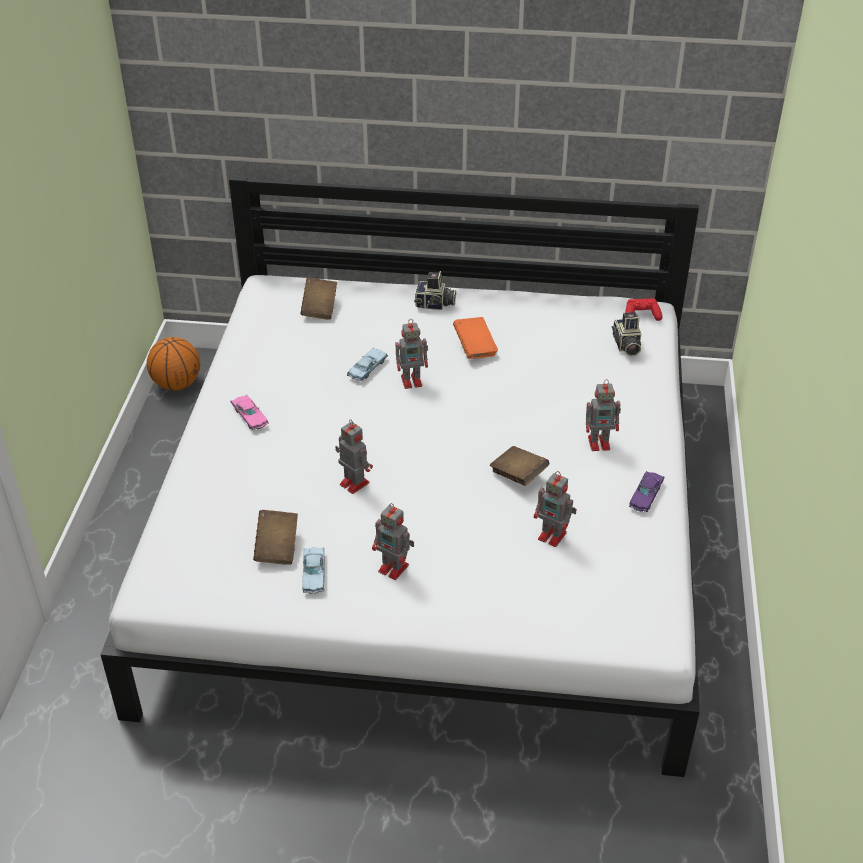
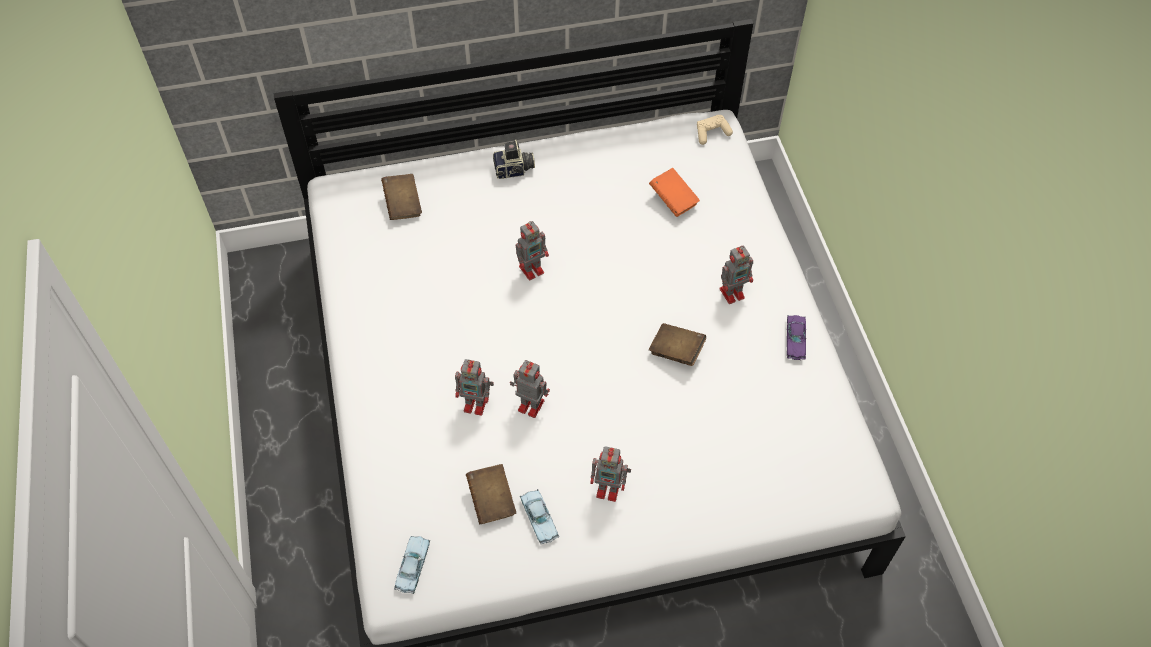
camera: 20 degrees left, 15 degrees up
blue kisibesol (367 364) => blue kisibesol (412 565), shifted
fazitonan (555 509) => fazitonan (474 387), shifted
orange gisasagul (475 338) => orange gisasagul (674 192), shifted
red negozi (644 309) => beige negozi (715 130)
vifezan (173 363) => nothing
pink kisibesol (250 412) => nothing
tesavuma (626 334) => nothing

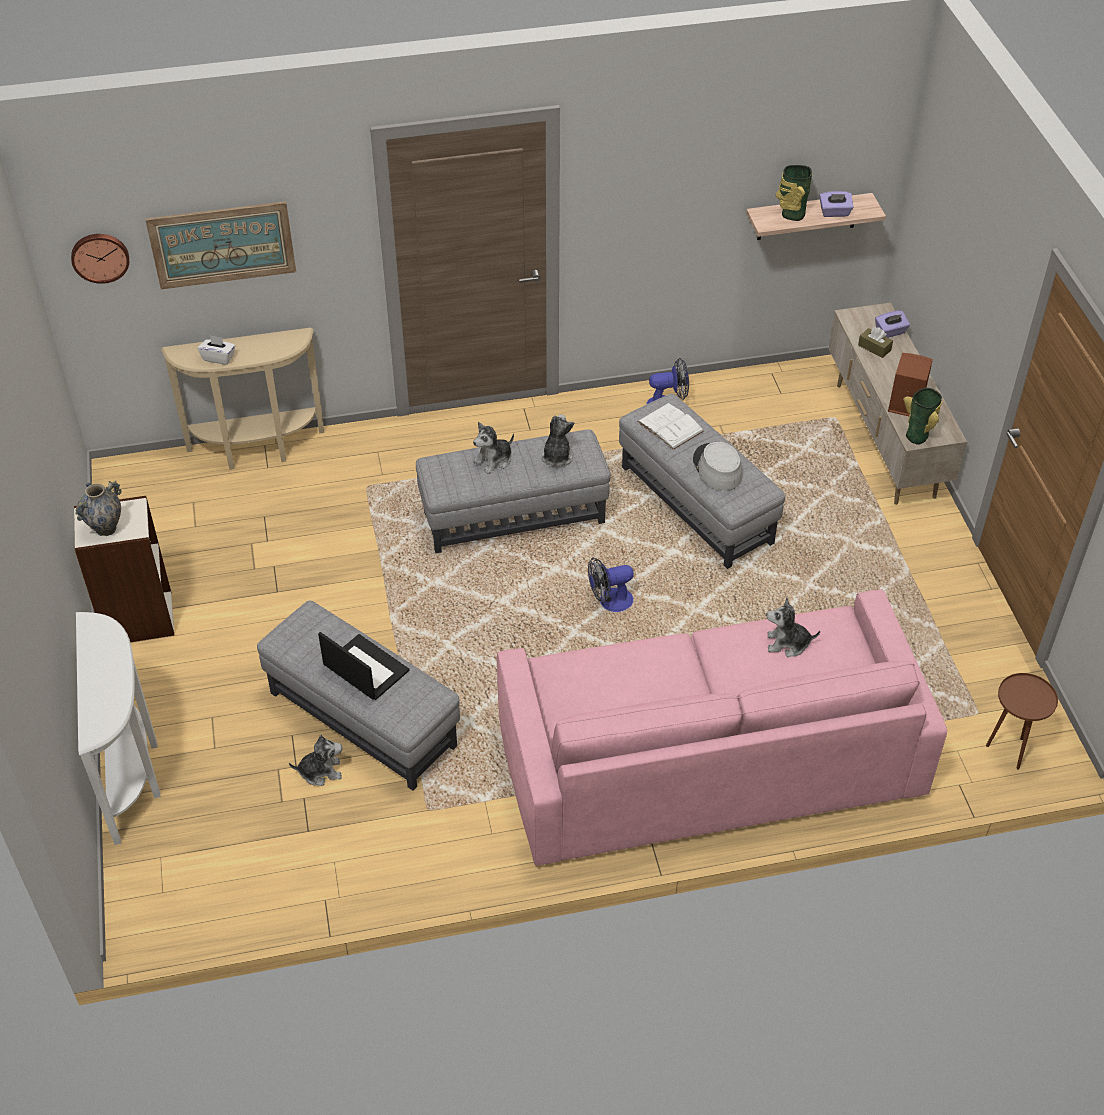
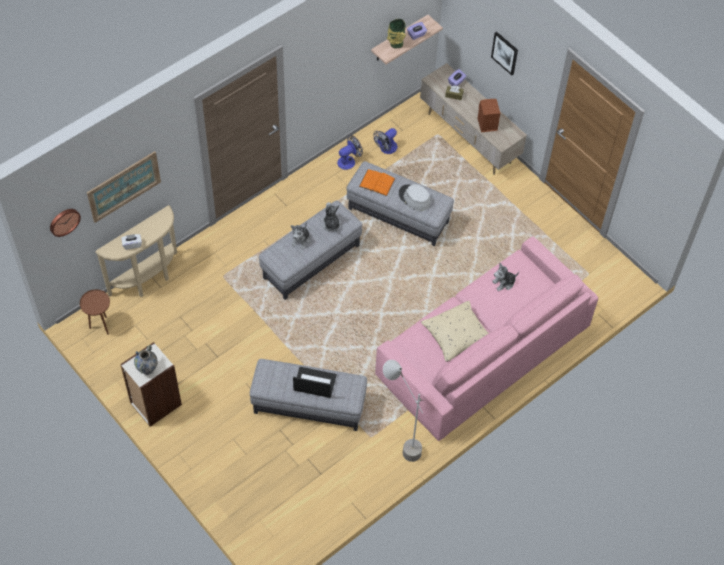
camera: 30 degrees left, 10 degrees up
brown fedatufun (1022 721) => brown fedatufun (95 312), shifted
white gisasagul (670 426) => orange gisasagul (377 182)
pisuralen (611 584) => pisuralen (385 141), shifted
nothing => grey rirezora (403 411)
nothing => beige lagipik (455 331)
nothing => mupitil (504 53)
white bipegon (118 728) => nothing
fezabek (315 760) => nothing
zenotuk (922 416) => nothing

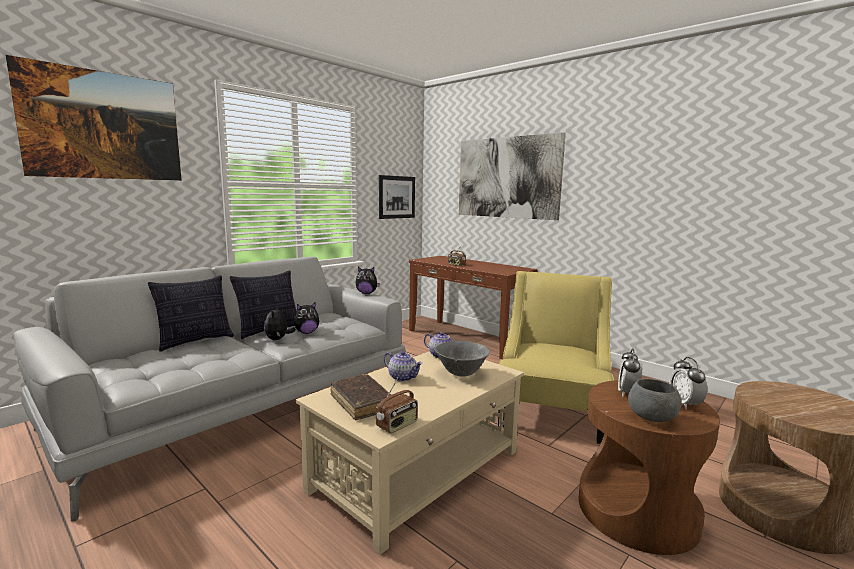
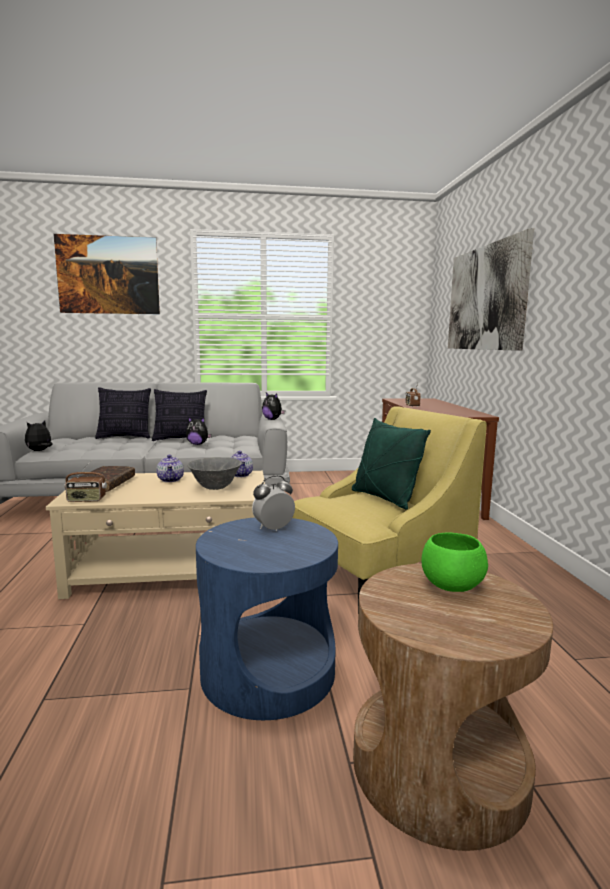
camera: 40 degrees right, 0 degrees up
fezabek (280 323) => fezabek (39 435), shifted
brown fedatufun (649 467) => blue fedatufun (267 618)
nothing => green lagipik (391 464)
nothing => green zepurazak (454 562)
mupitil (397 197) => nothing
grey zepurazak (654 400) => nothing
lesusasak (688 383) => nothing

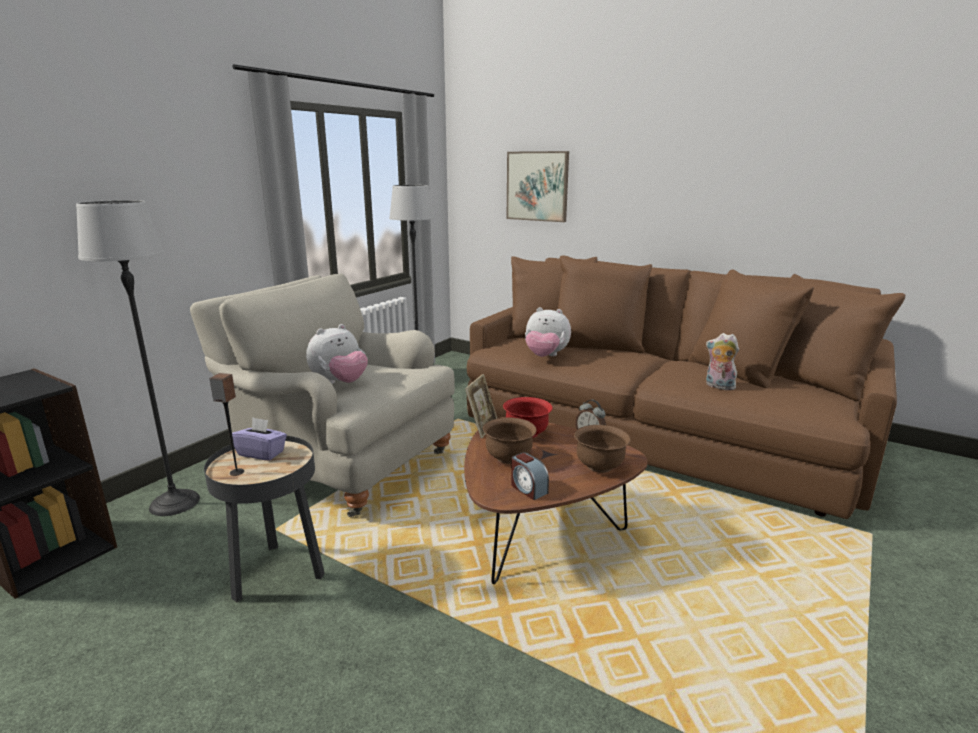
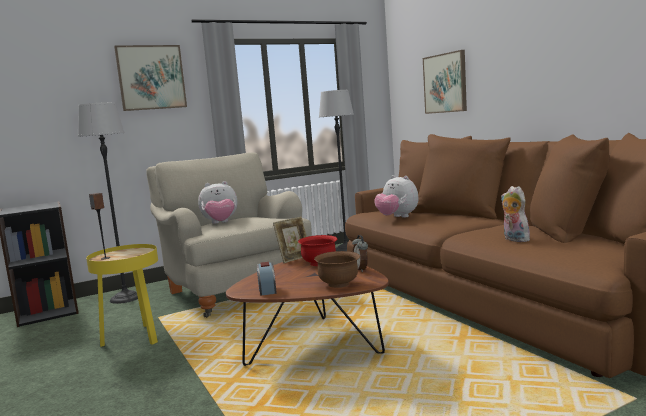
camera: 30 degrees right, 10 degrees down
black fedatufun (264 519) => yellow fedatufun (122 295)
nothing => mupitil (150 78)
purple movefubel (259 439) => nothing
brown zepurazak (510 440) => nothing

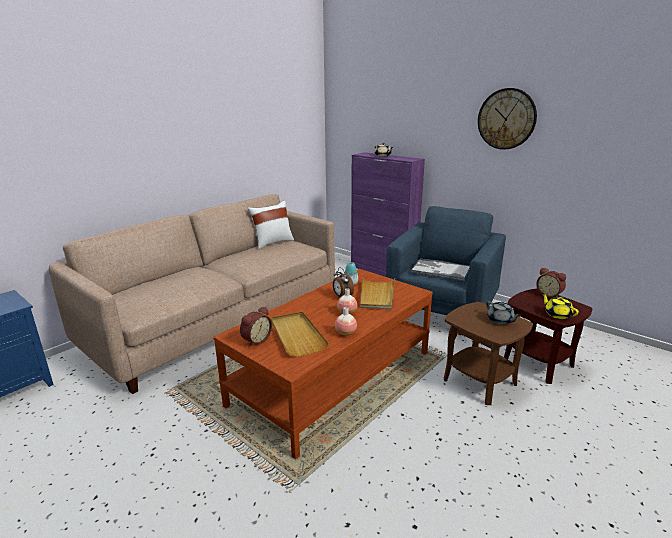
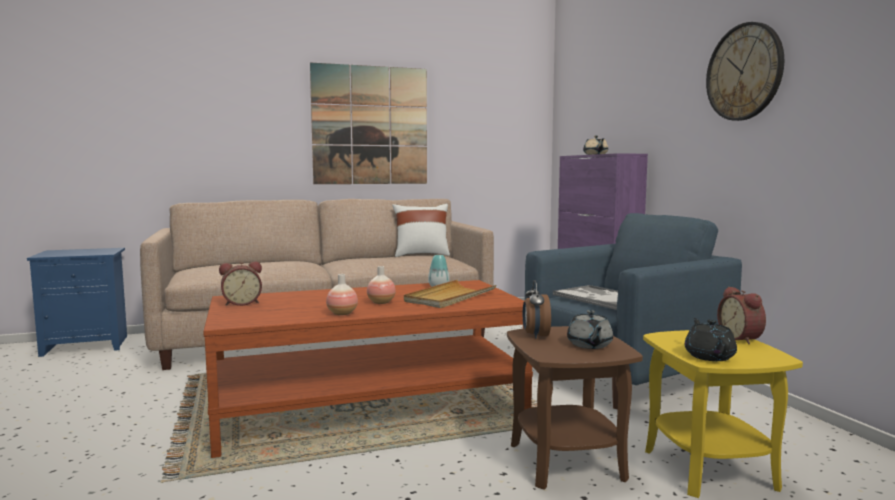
camera: 30 degrees right, 15 degrees down
nothing => mupitil (368 123)
lesusasak (343 282) => lesusasak (537 309), shifted
brown fedatufun (548 336) => yellow fedatufun (723 414)
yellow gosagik (560 306) => black gosagik (711 339)
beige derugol (300 334) => nothing

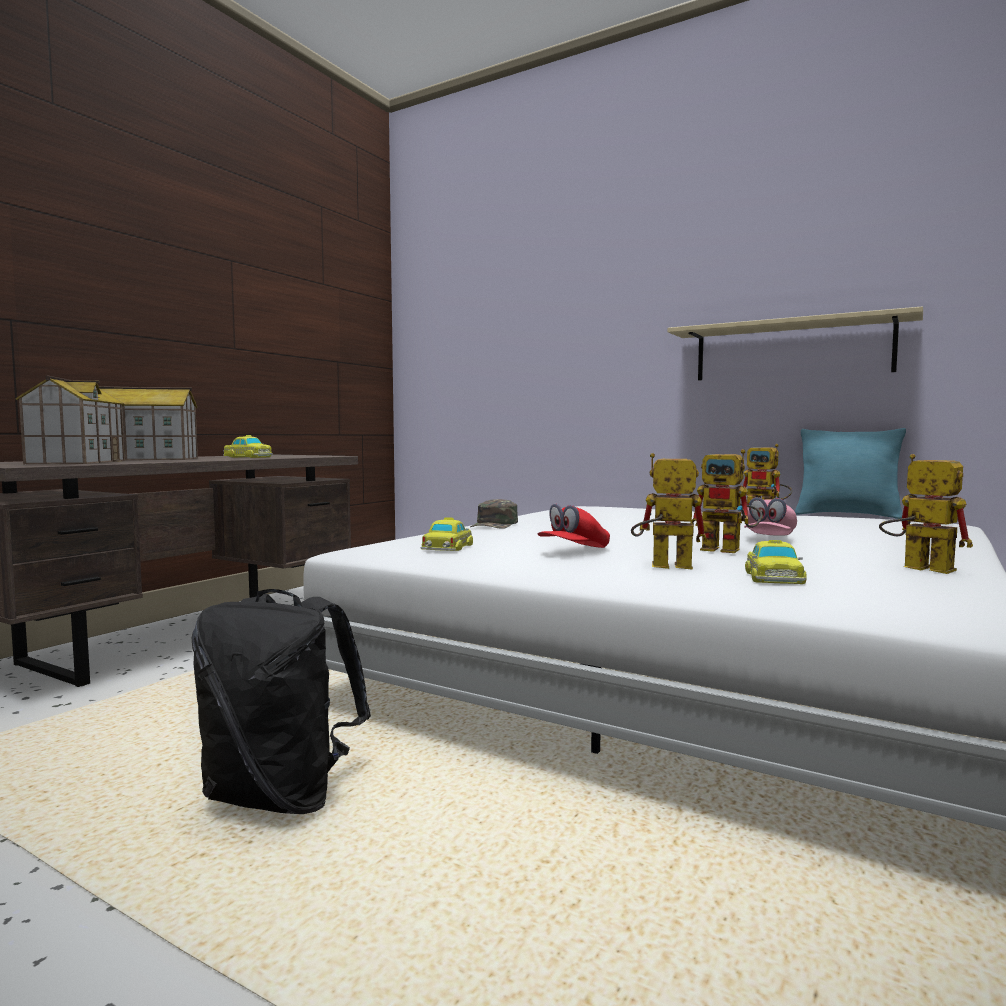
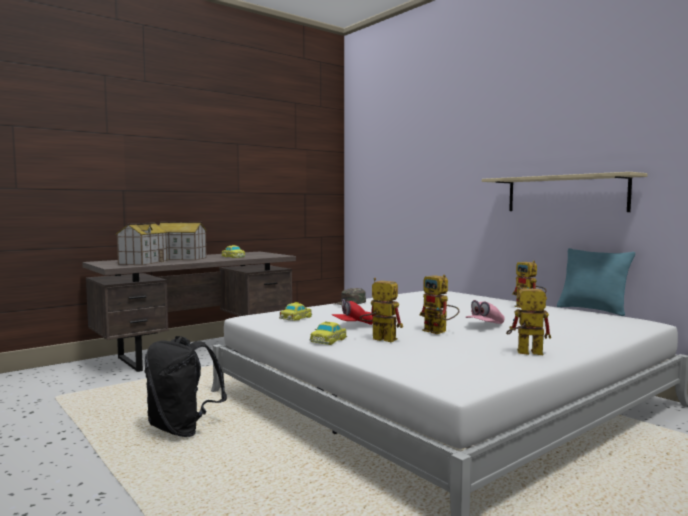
camera: 20 degrees right, 0 degrees up
kisibesol (776 562) => kisibesol (328 333), shifted
fazitonan (926 514) => fazitonan (528 320), 60 degrees counterclockwise

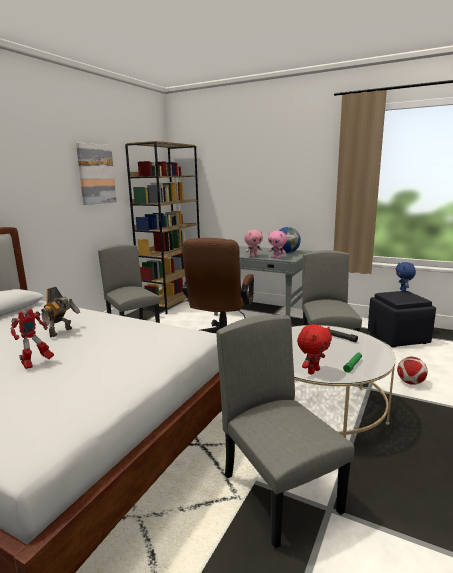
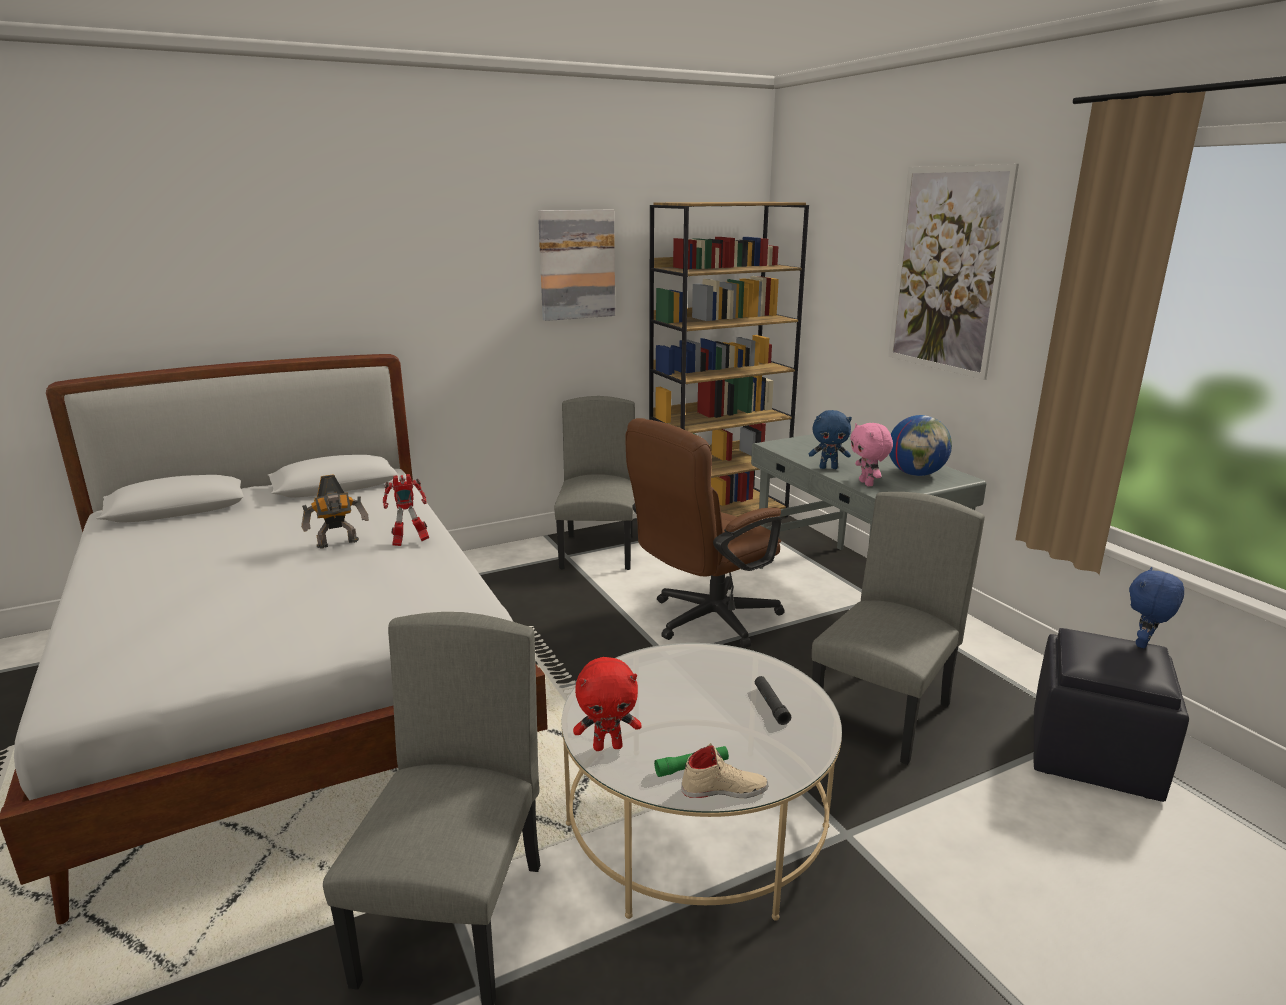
camera: 35 degrees right, 5 degrees up
fazitonan (32 339) => fazitonan (406 510), shifted
nothing => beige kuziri (725 770)
pink fezabek (253 243) => blue fezabek (830 439)
nothing => mupitil (953 272)
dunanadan (412 371) => nothing

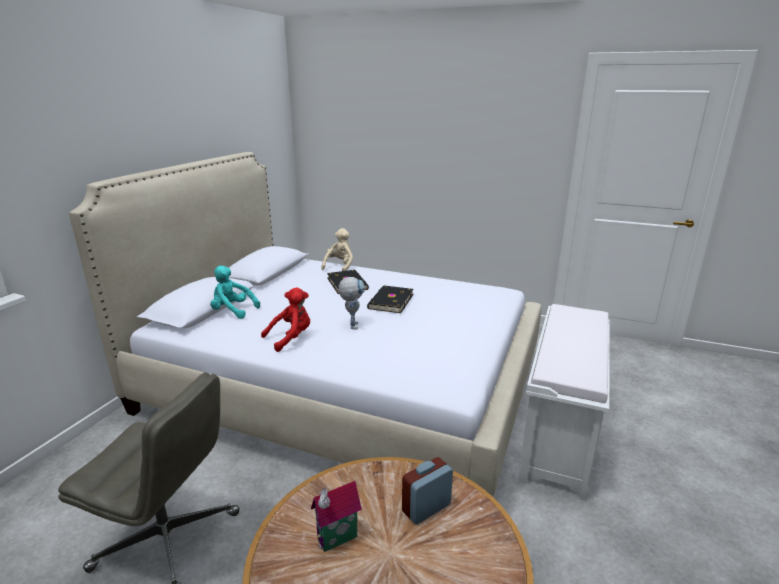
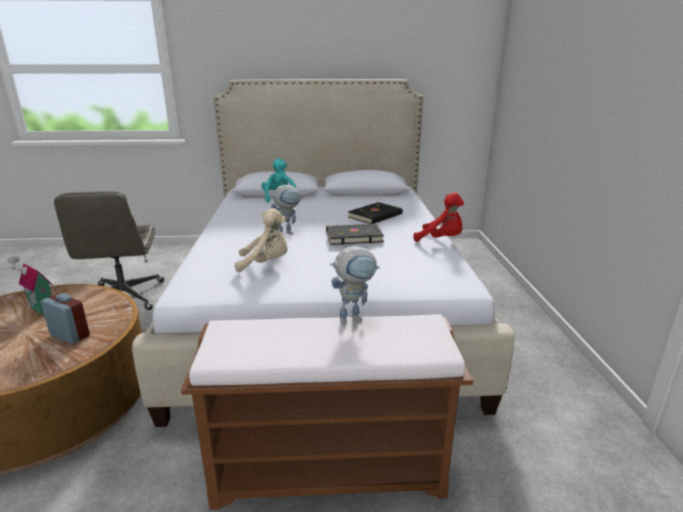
camera: 65 degrees right, 0 degrees up
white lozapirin (564 402) => brown lozapirin (327 412)
beige fezabek (337 249) => beige fezabek (261 240), shifted
nothing => fazitonan (355 285)
red fezabek (285 320) => red fezabek (438 217), shifted

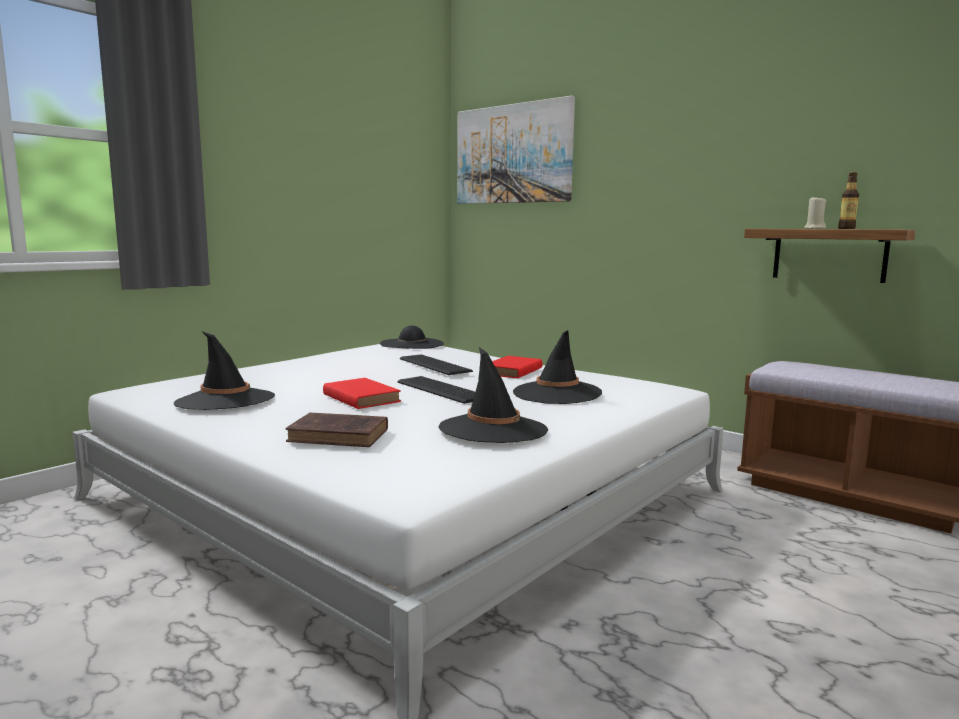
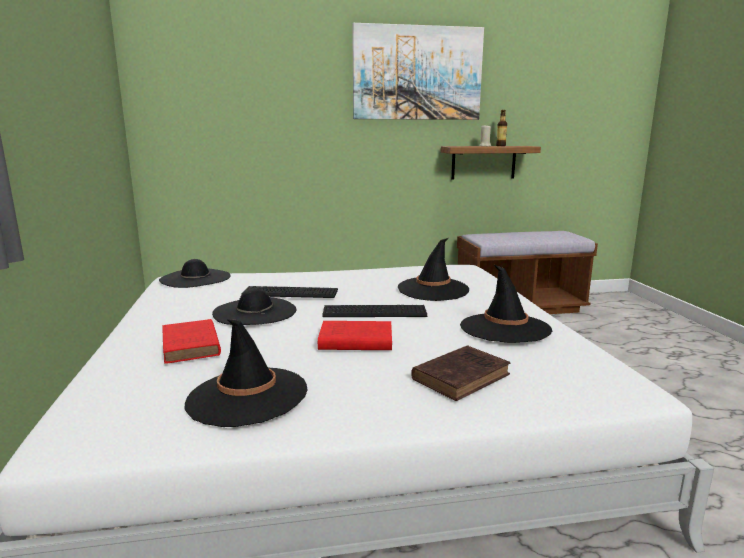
camera: 50 degrees left, 5 degrees up
red gisasagul (517 367) => red gisasagul (191 341), shifted
nothing => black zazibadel (254 306)
mupitil (516 150) => mupitil (418 71), shifted

